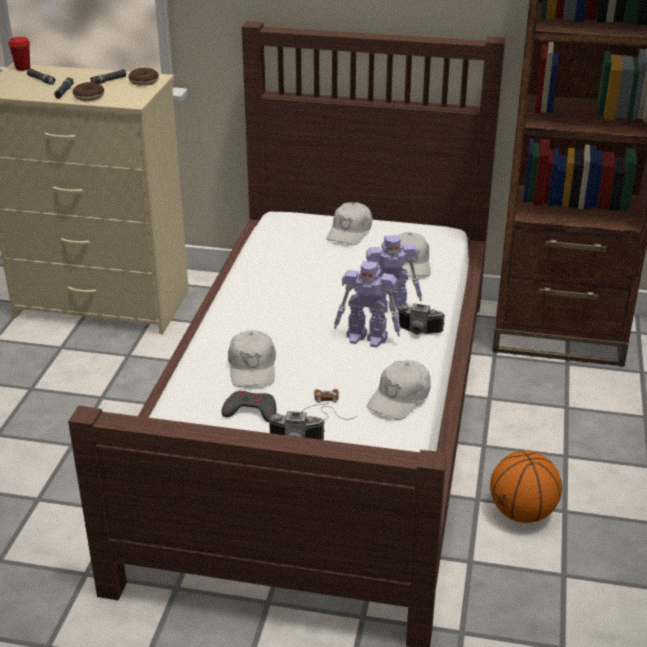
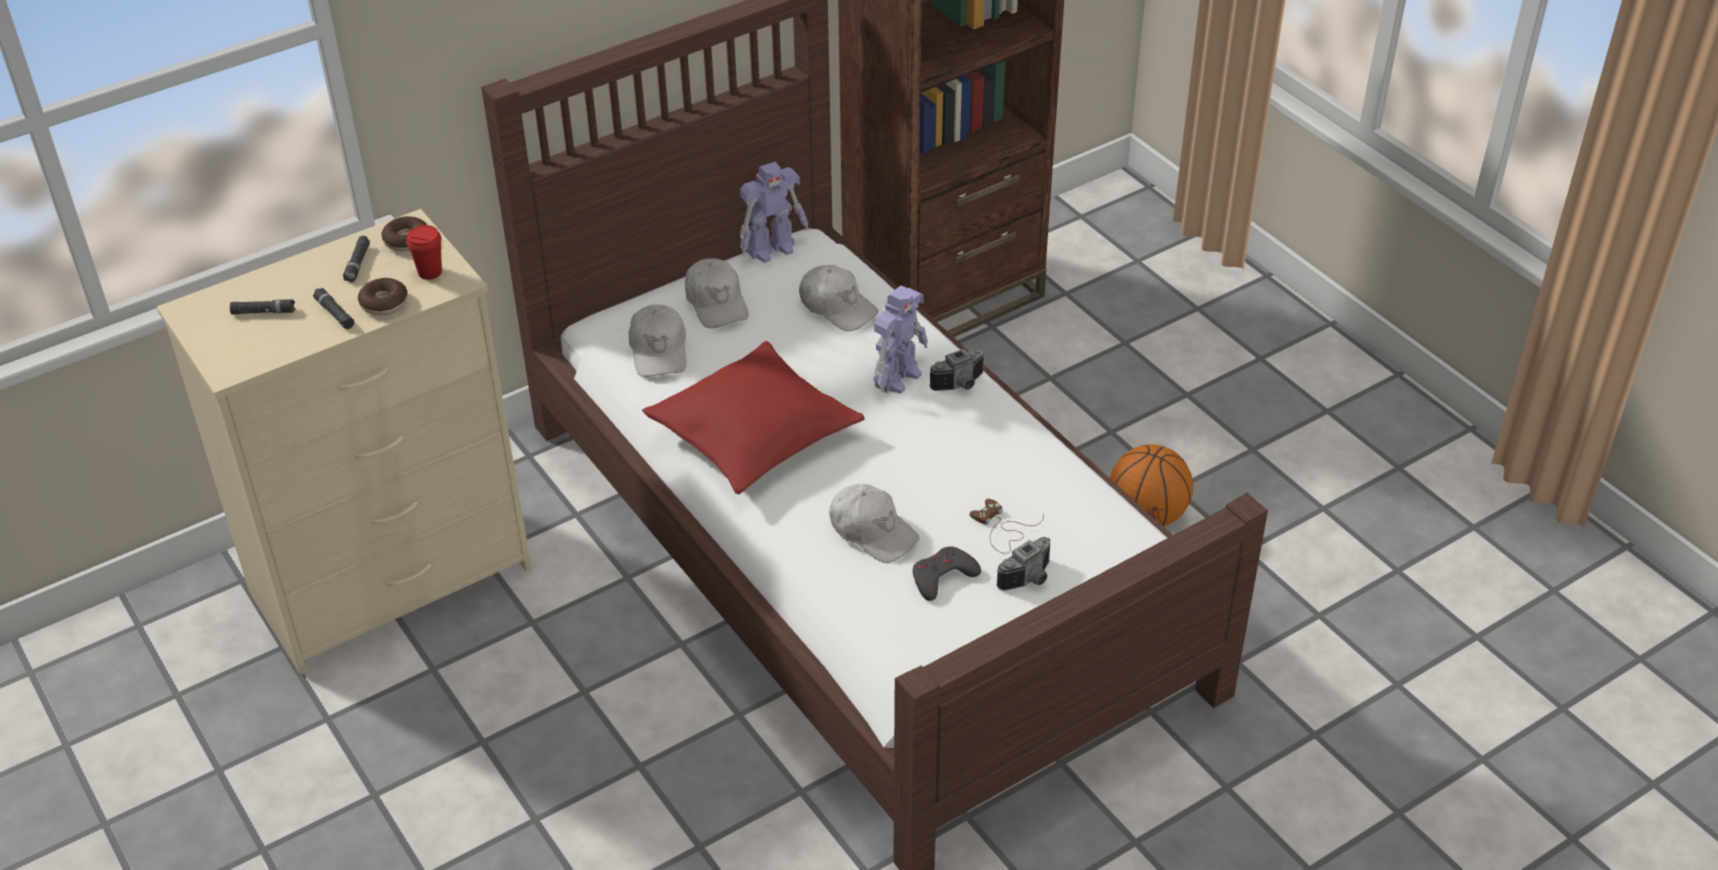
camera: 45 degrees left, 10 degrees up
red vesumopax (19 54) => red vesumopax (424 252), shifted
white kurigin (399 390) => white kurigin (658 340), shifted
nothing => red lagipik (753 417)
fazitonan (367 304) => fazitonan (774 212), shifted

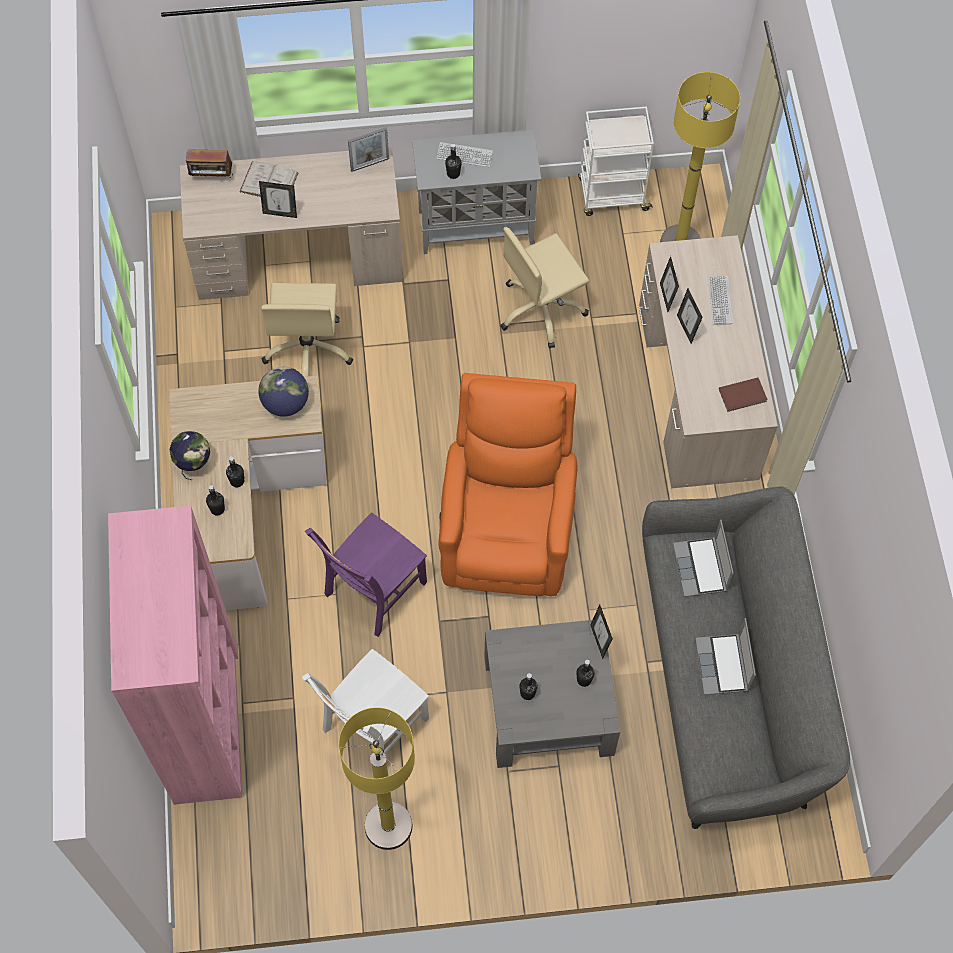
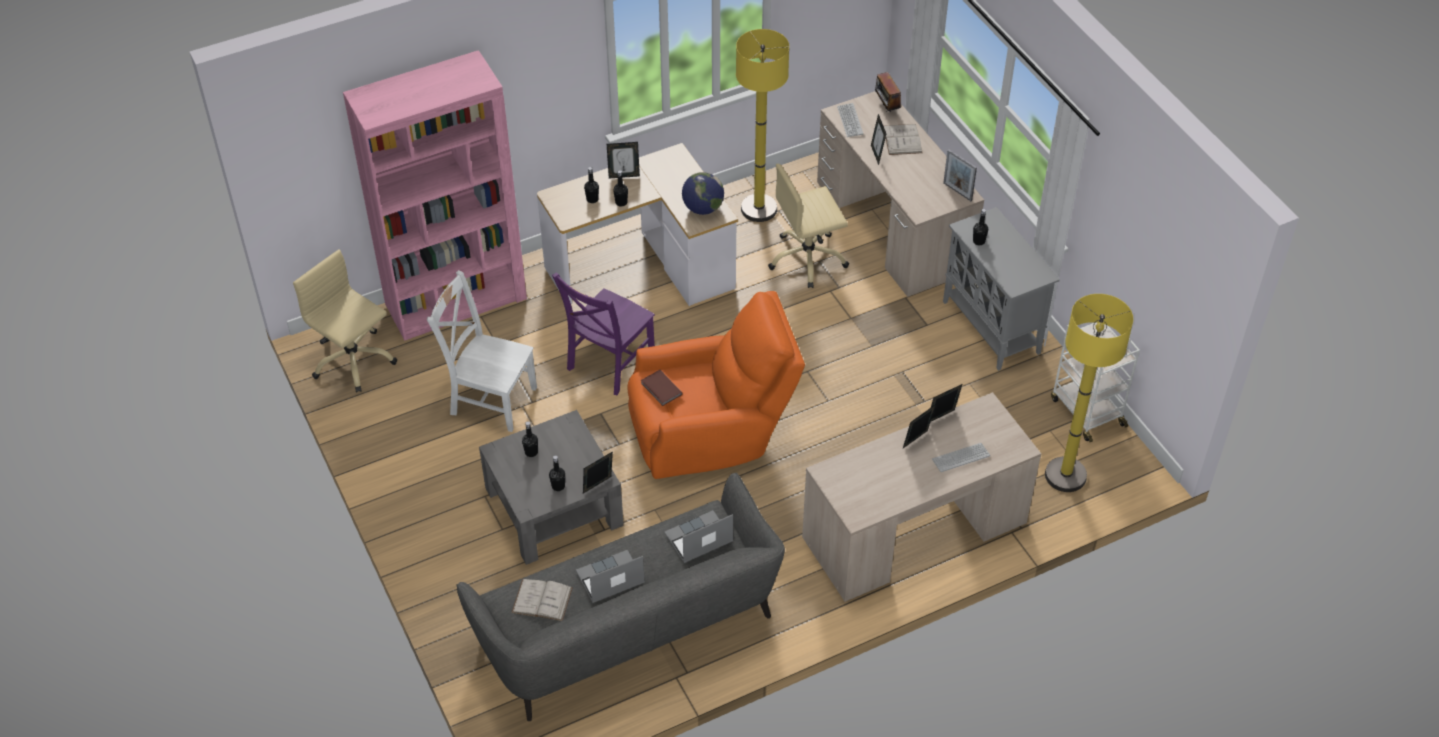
camera: 70 degrees right, 15 degrees down
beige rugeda (544 287) => beige rugeda (345 321), shifted
nothing => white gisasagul (542 600)
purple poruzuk (366 574) => purple poruzuk (603 334), 75 degrees counterclockwise
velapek (189 455) => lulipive (623 160)
brown gisasagul (743 394) => brown gisasagul (662 388), shifted
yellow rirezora (377 778) => yellow rirezora (762 125), shifted
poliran (465 154) => poliran (850 120), shifted

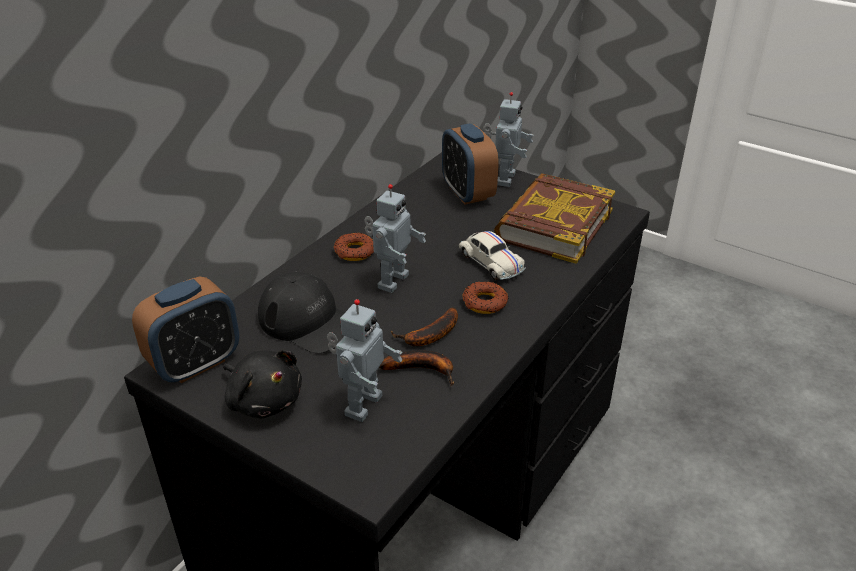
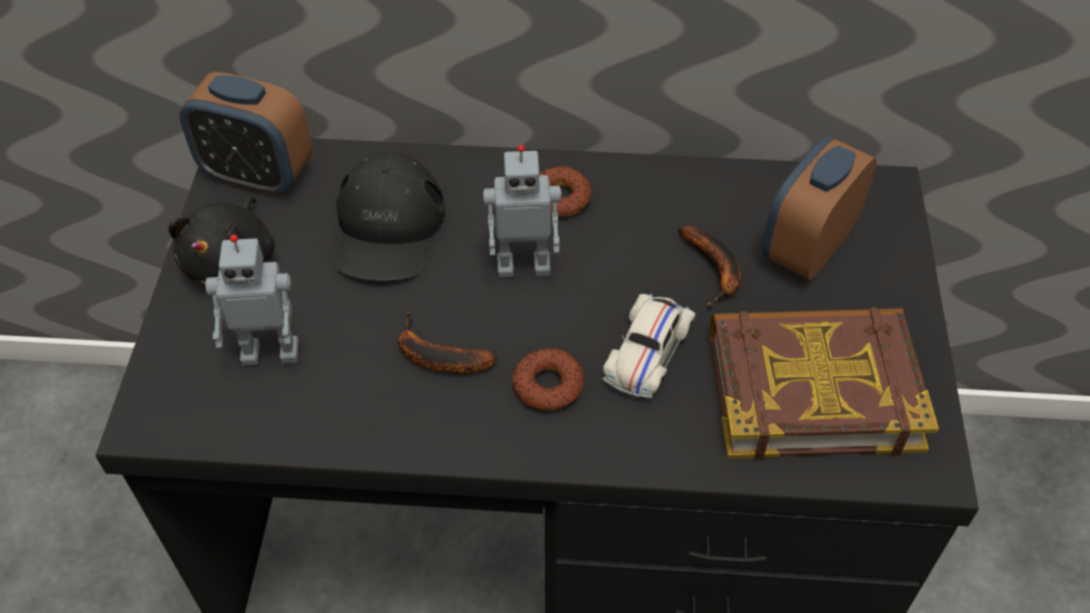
camera: 60 degrees right, 15 degrees up
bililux (416 368) => bililux (709 266), shifted
fazitonan (508 139) => nothing

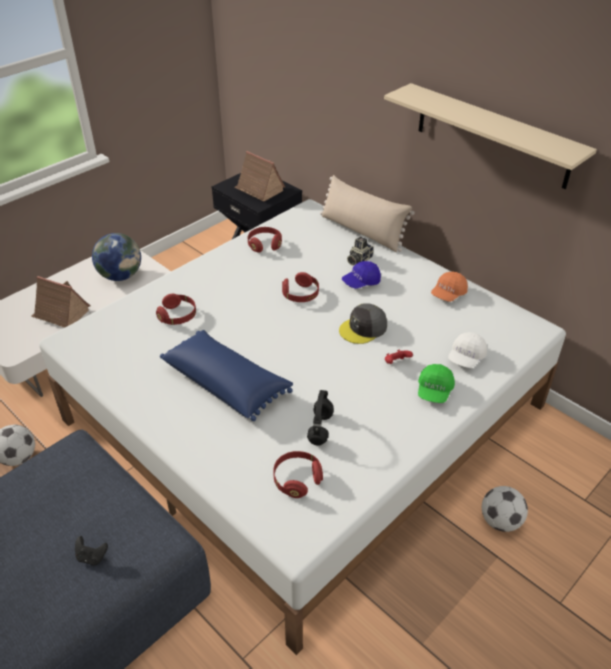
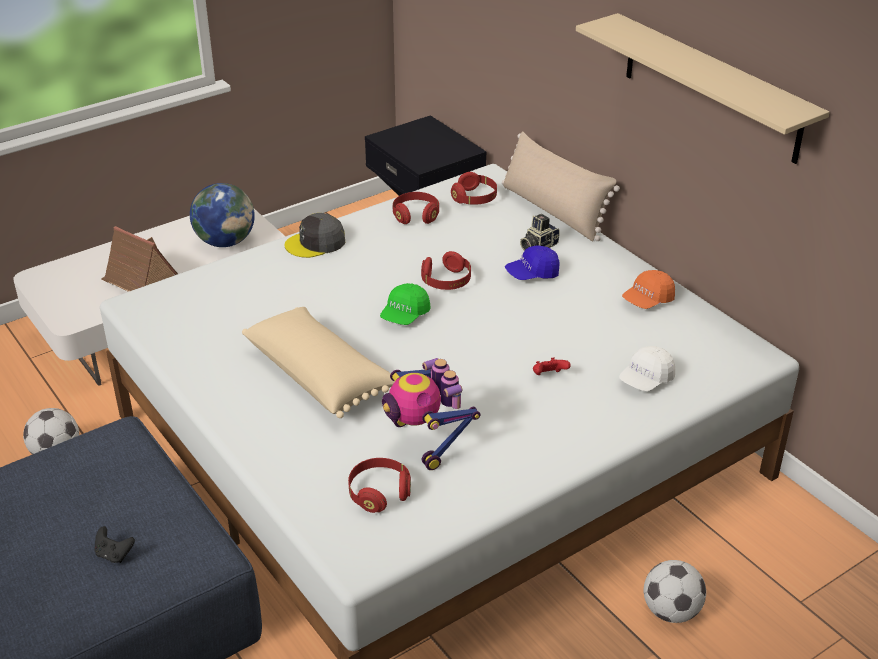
camera: 10 degrees right, 5 degrees down
blue lagipik (226 375) => beige lagipik (318 362)
grey kurigin (363 323) => grey kurigin (315 235), shifted
green kurigin (436 383) => green kurigin (405 304), shifted
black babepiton (320 418) => fazitonan (431 414)
red babepiton (176 309) => red babepiton (474 188), shifted
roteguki (259 176) => nothing

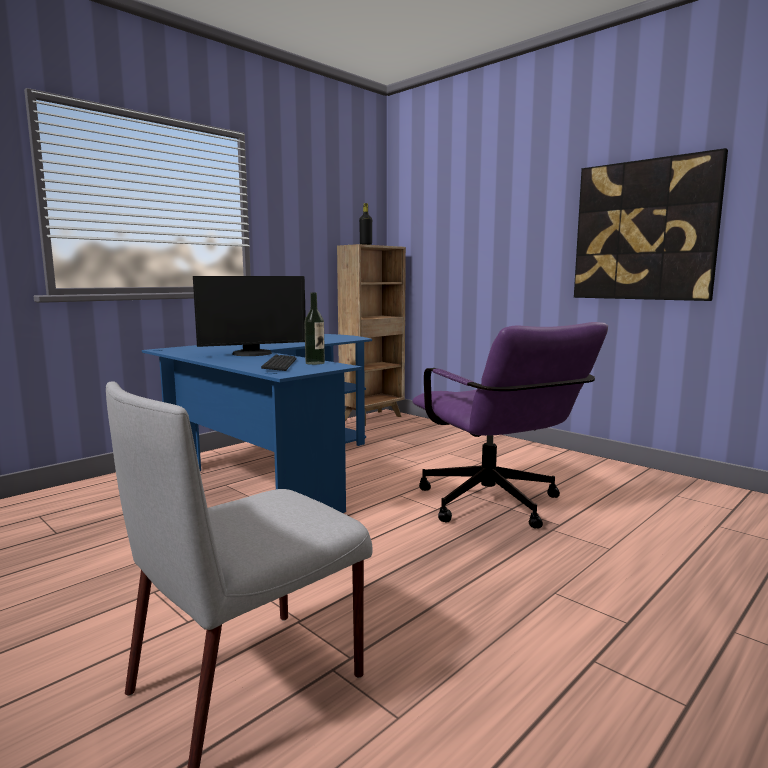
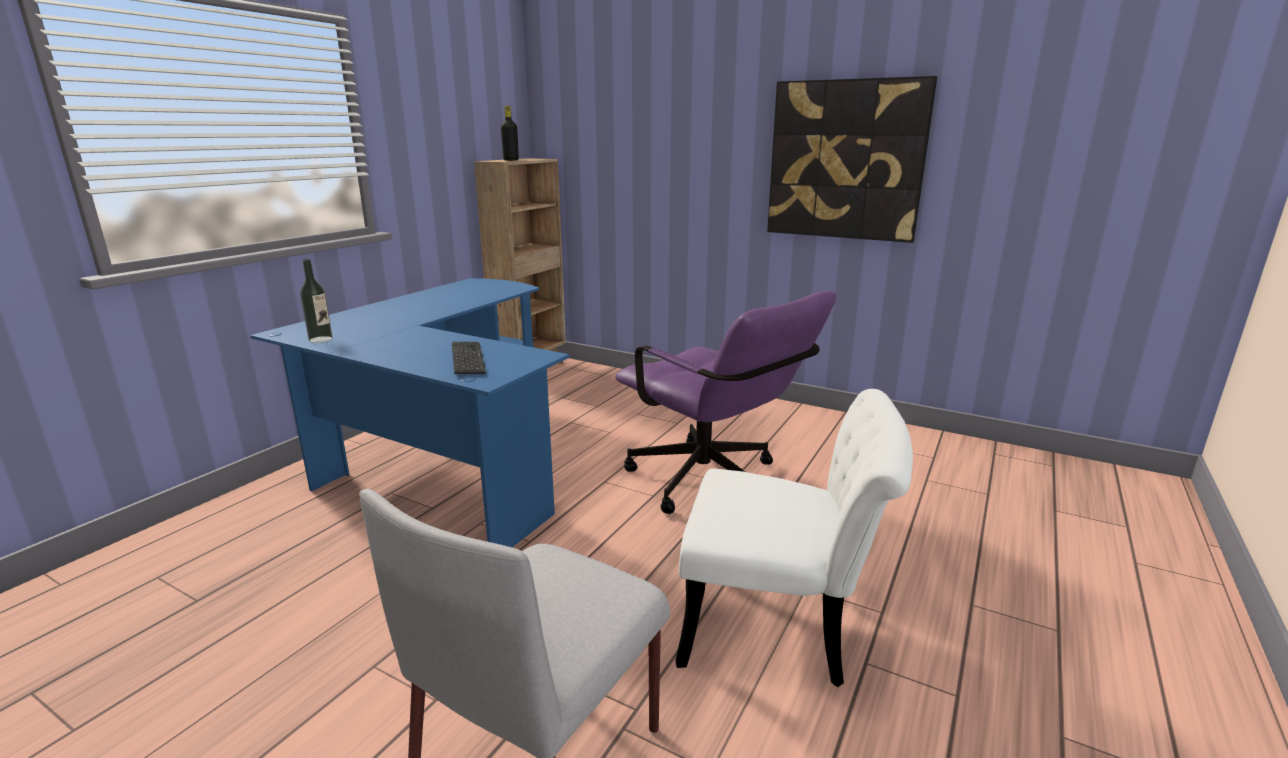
camera: 15 degrees left, 10 degrees up
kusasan (314 328) => kusasan (316 301), shifted
nothing => white poruzuk (794 538)
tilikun (249 316) => nothing

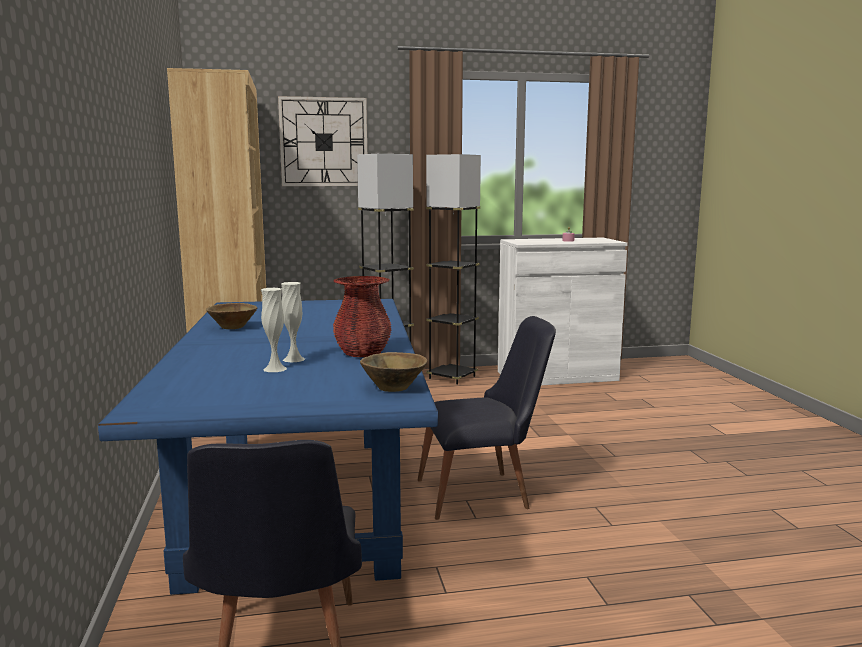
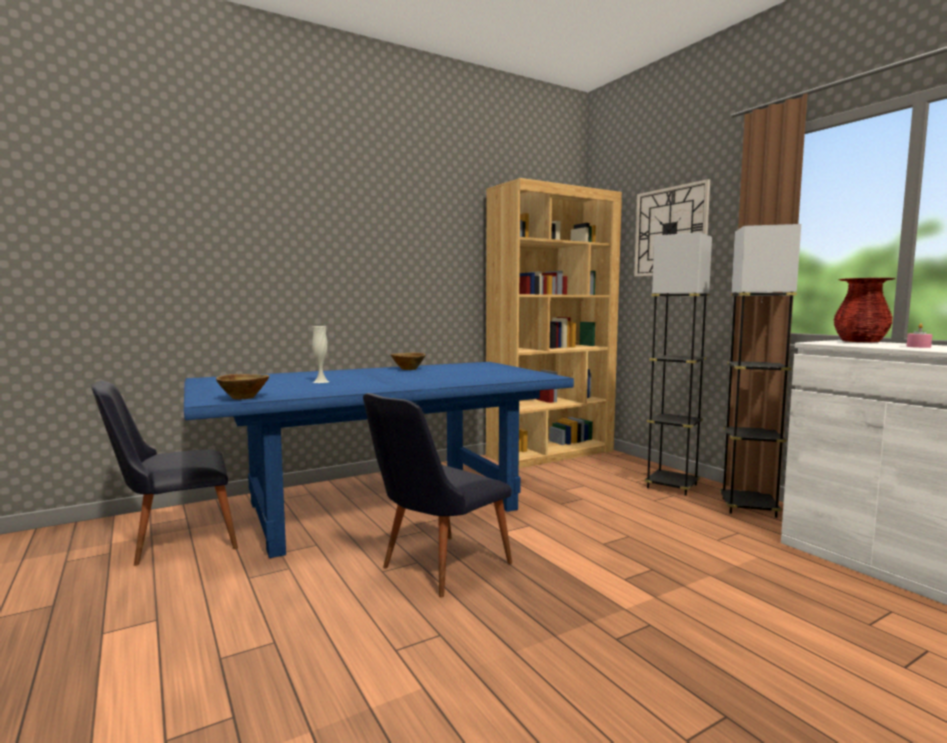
camera: 70 degrees right, 5 degrees down
black poruzuk (486 418) => black poruzuk (437 495), 75 degrees clockwise
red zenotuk (362 316) => red zenotuk (864 310), shifted
white zenotuk (274 330) => nothing

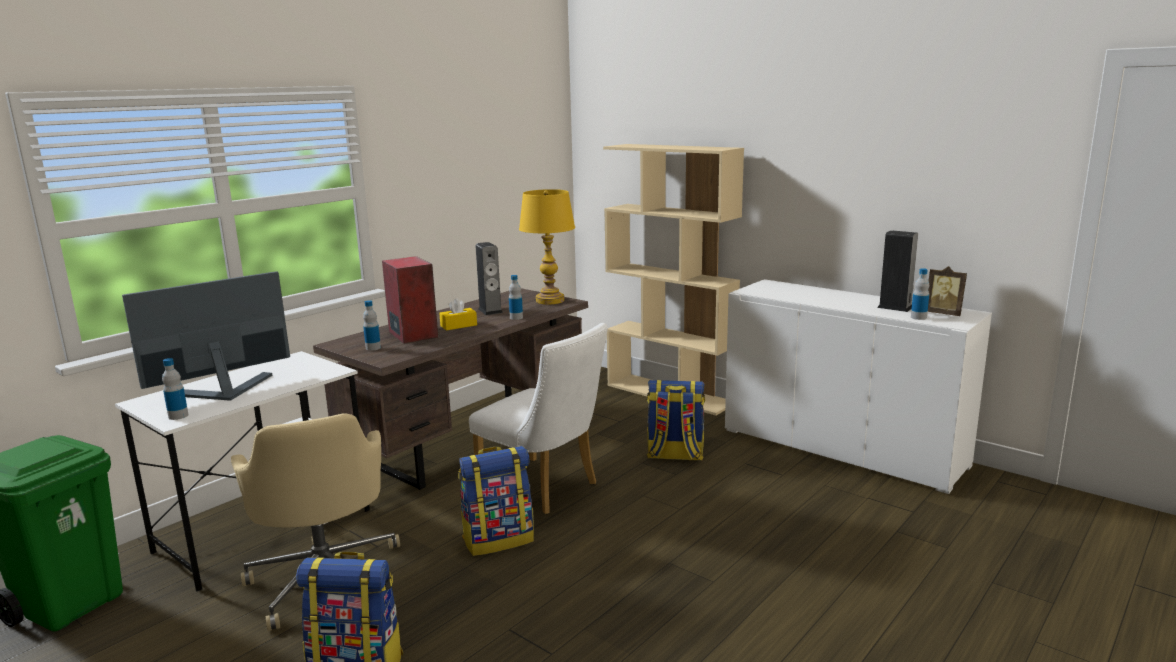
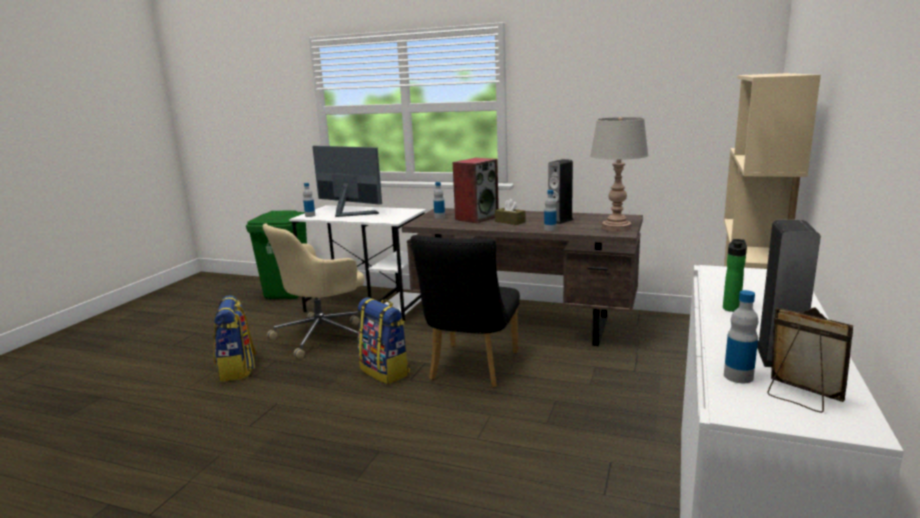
camera: 70 degrees right, 0 degrees up
white poruzuk (538 418) => black poruzuk (465 311)
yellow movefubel (458 314) => brown movefubel (510 212)
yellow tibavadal (547 246) => grey tibavadal (619 174)
nothing => kusasan (735 275)
lulipive (947 291) => lulipive (810 360), 120 degrees clockwise
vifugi (676 420) => nothing

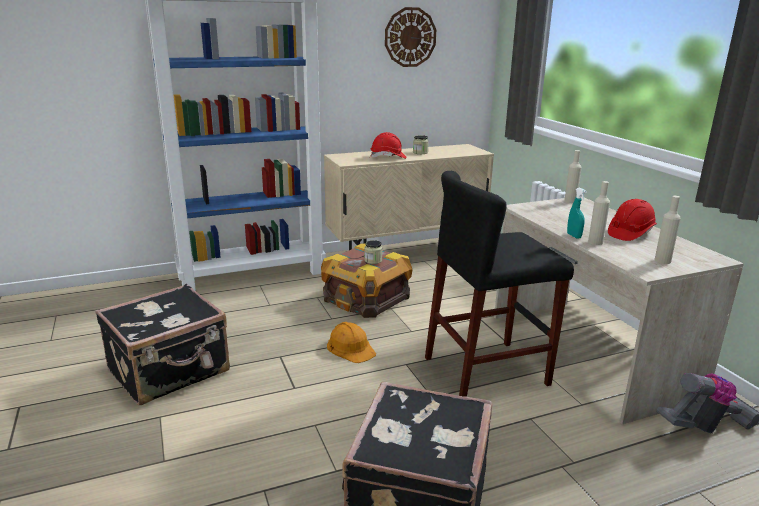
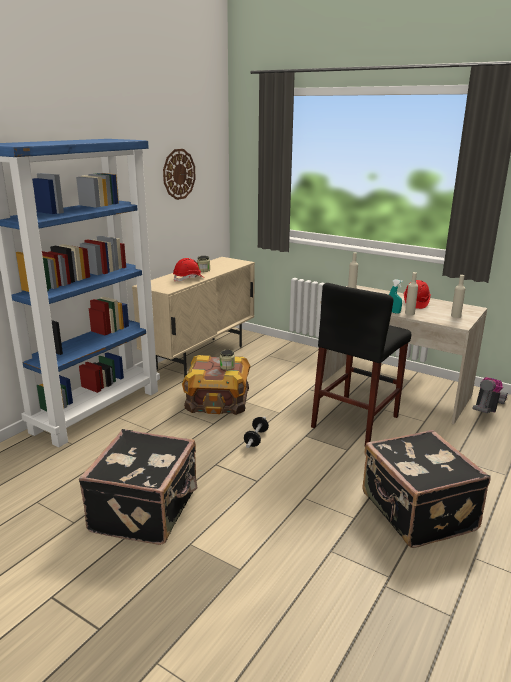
camera: 35 degrees left, 0 degrees up
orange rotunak (351 342) => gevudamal (256 432)

